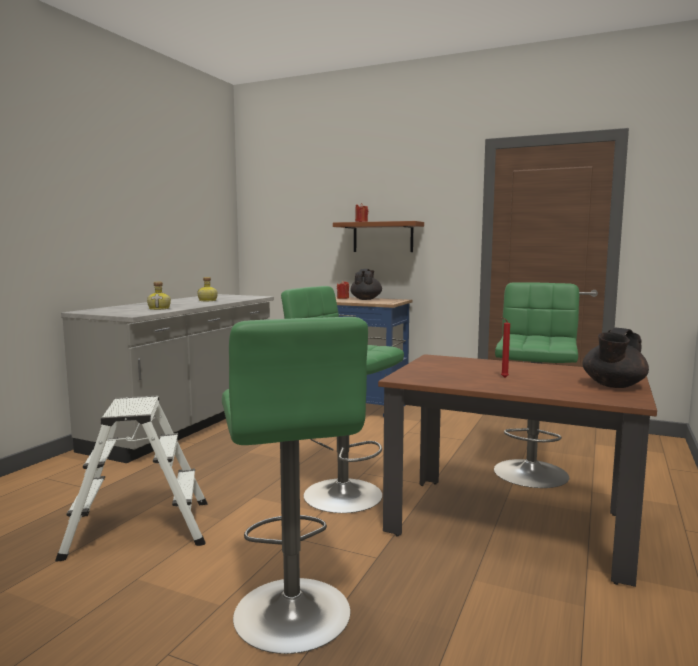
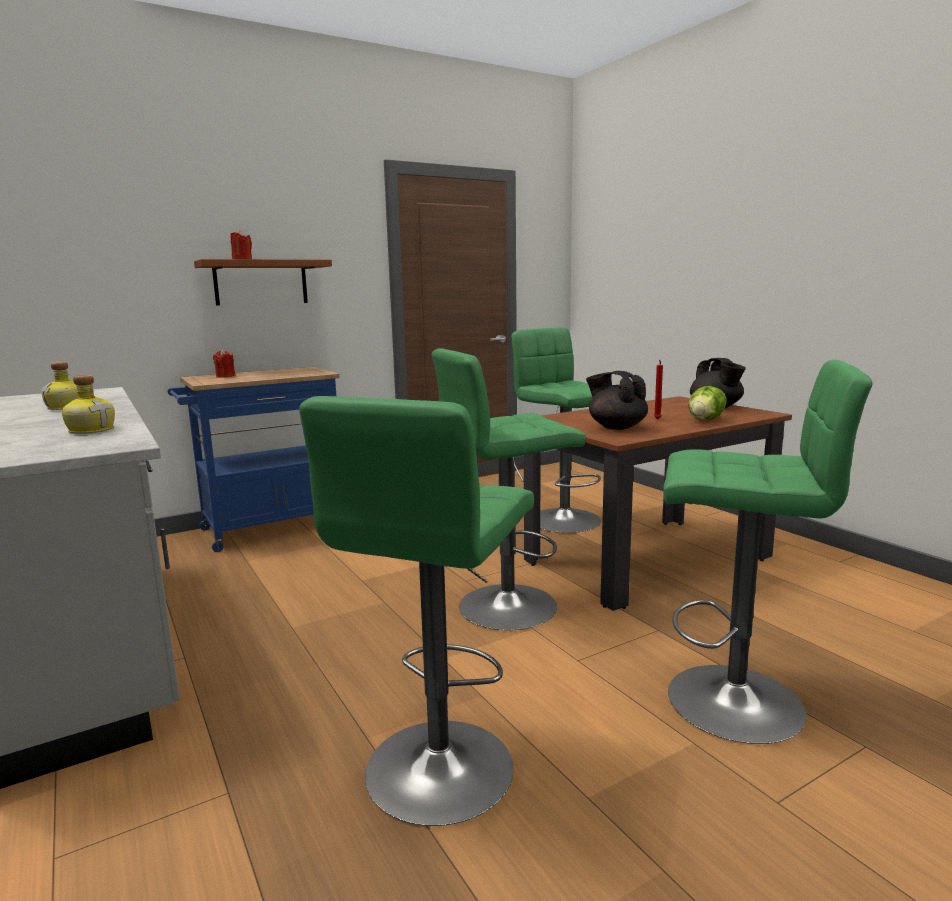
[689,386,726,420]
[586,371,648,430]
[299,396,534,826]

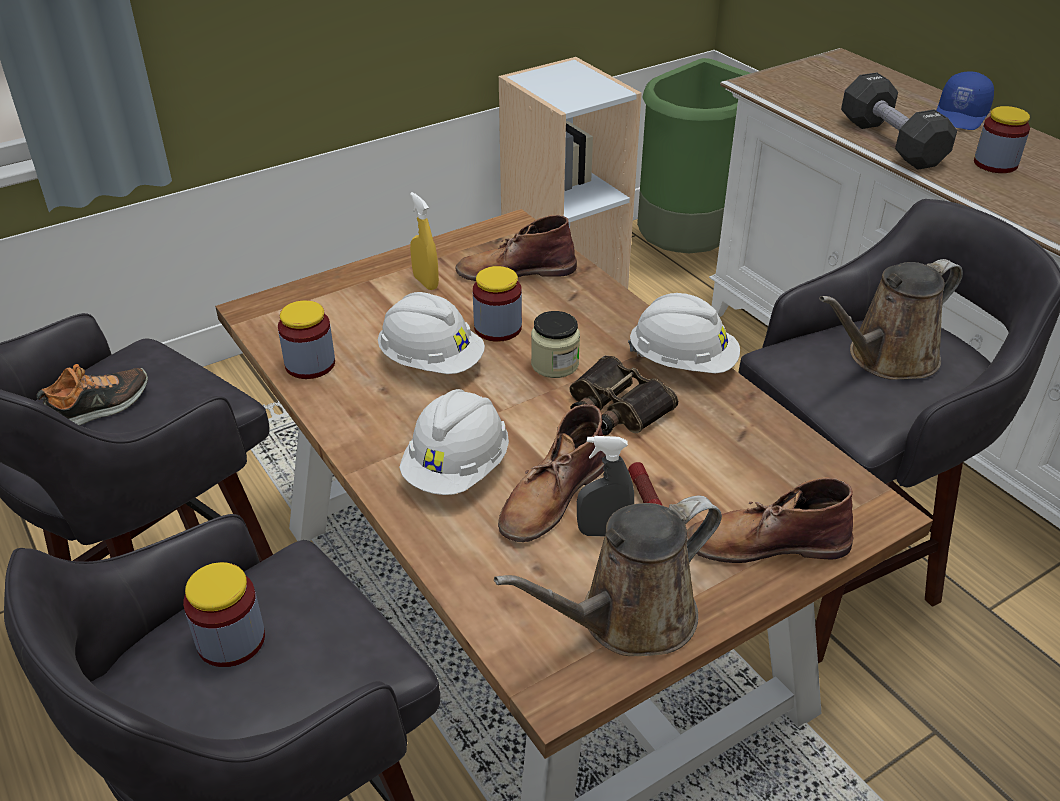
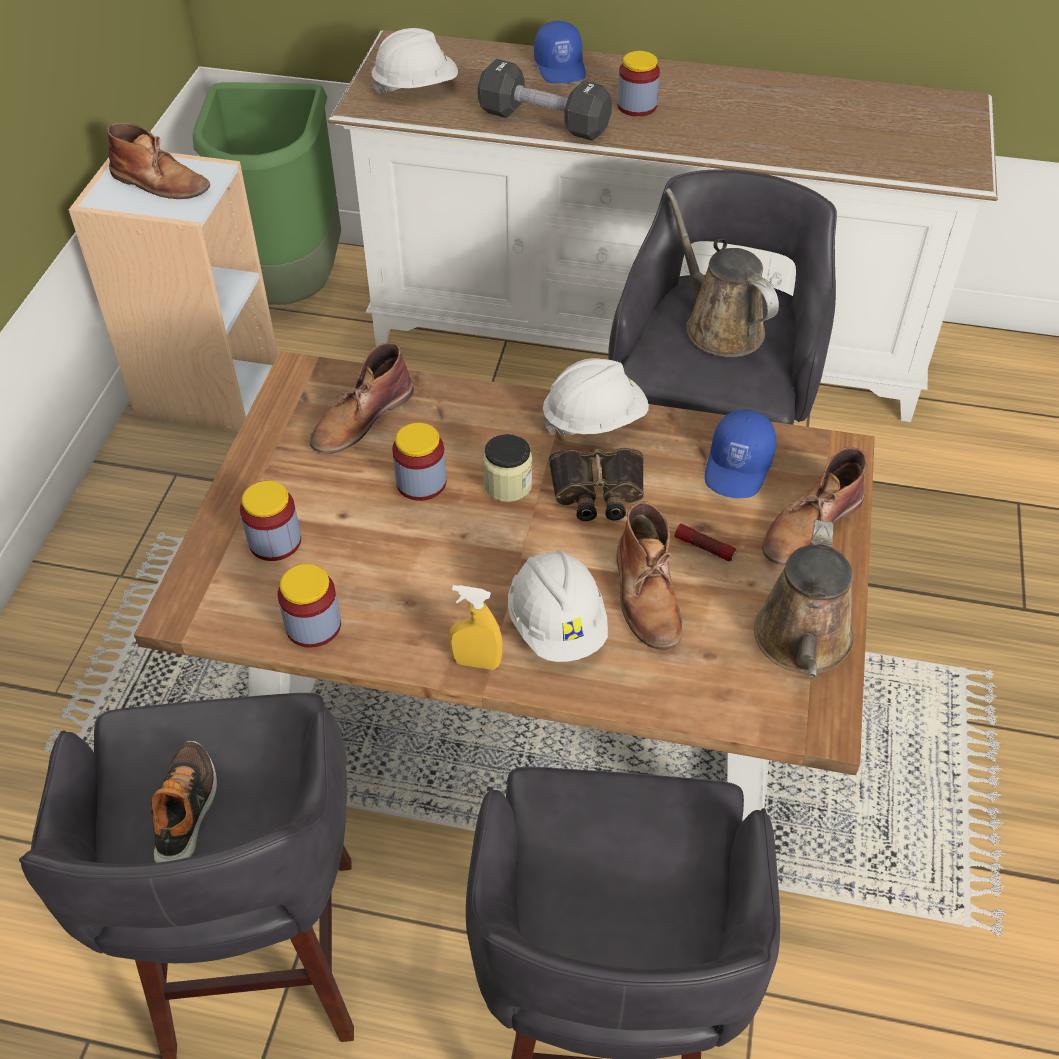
[577,436,634,536] (first image)
[107,122,210,199]
[705,409,776,498]
[240,481,301,561]
[371,28,458,94]
[449,585,503,670]
[665,188,779,357]

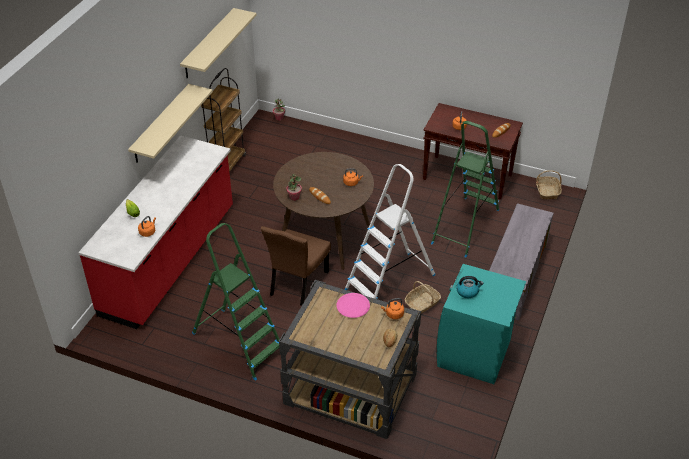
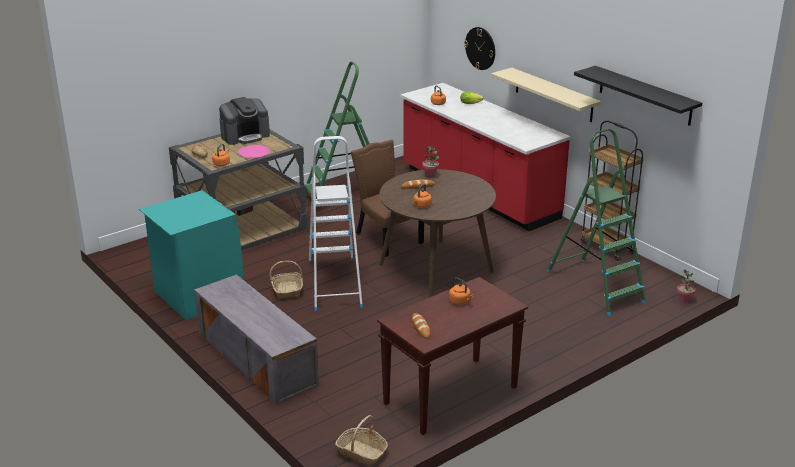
[456,276,483,298] (first image)
[219,97,270,145]
[464,27,495,70]
[547,129,646,316]
[574,66,702,126]

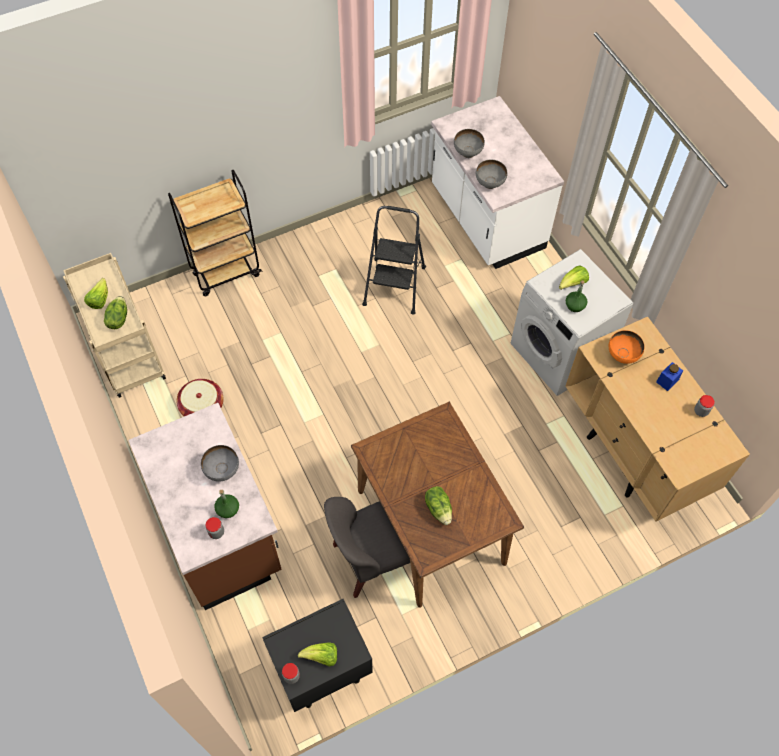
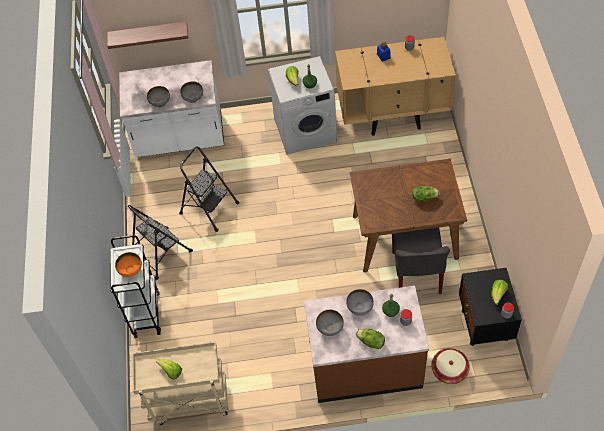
[107,21,188,49]
[128,205,193,280]
[316,310,344,336]
[356,329,385,349]
[431,348,470,384]
[115,252,142,277]
[110,235,161,338]

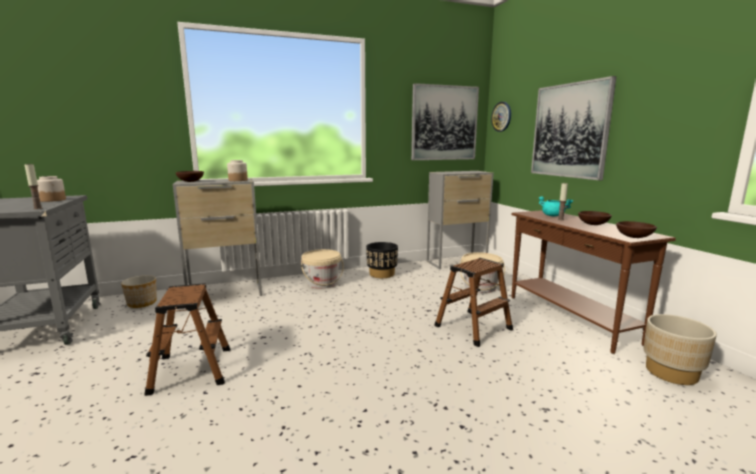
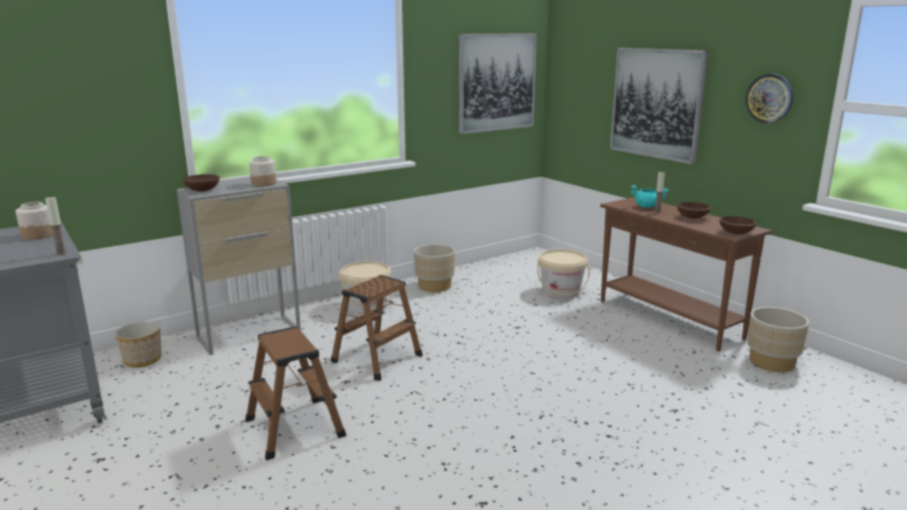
[427,171,493,269] (first image)
[331,275,423,381]
[745,74,793,123]
[414,244,455,292]

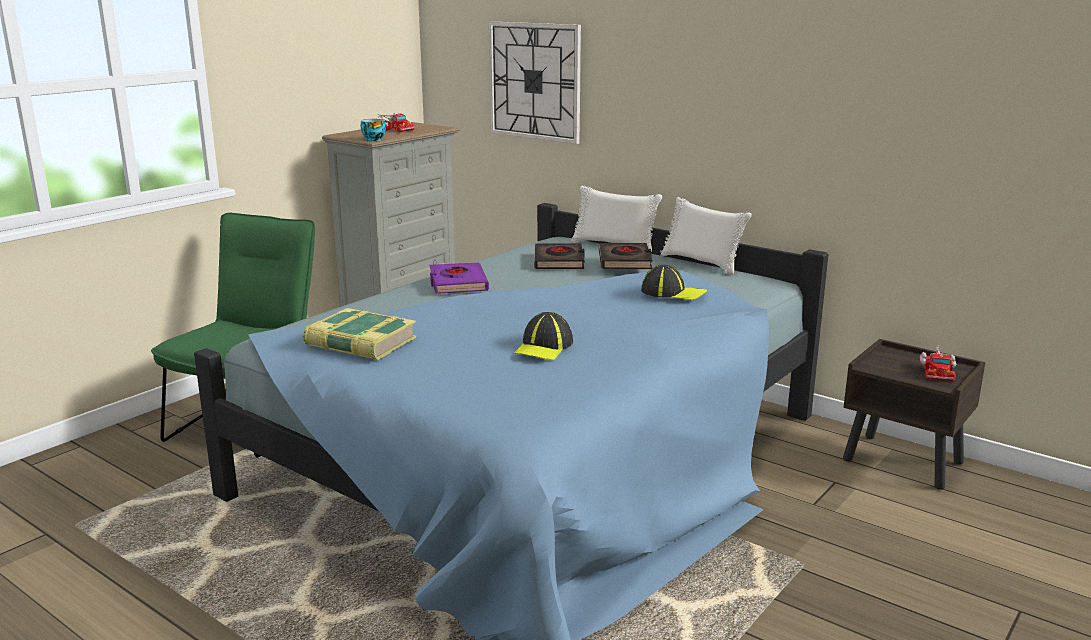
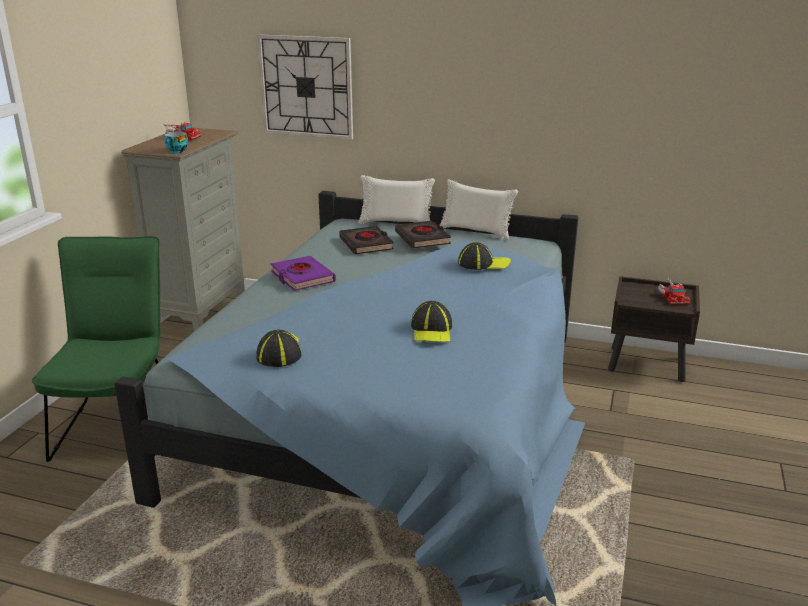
[256,330,301,367]

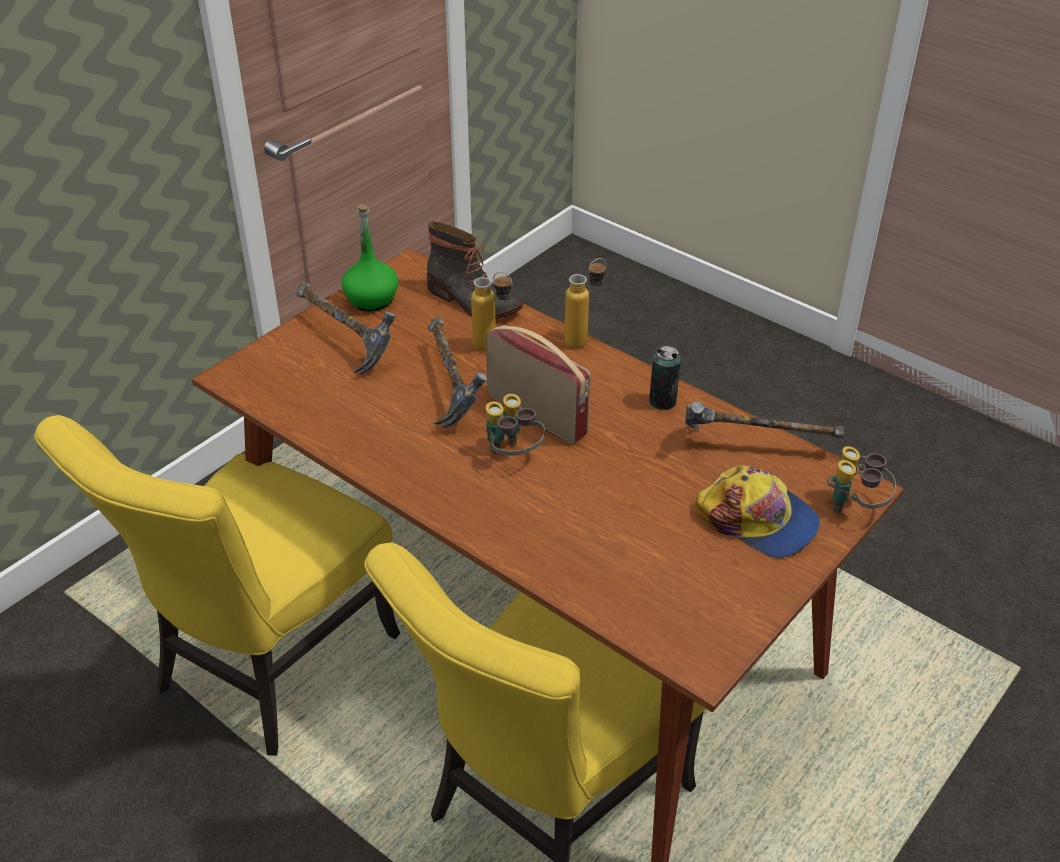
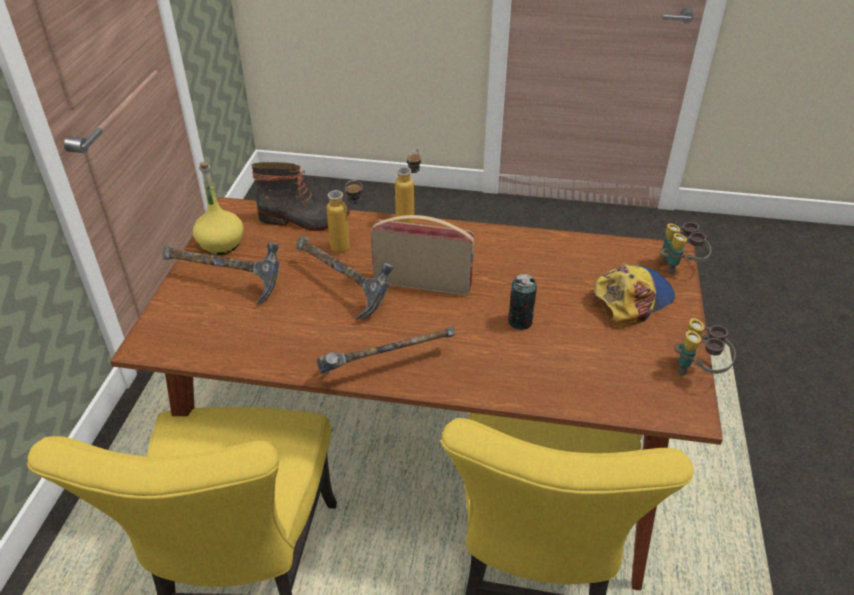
[674,318,736,376]
[508,274,537,330]
[317,327,455,374]
[193,162,243,255]
[594,264,675,327]

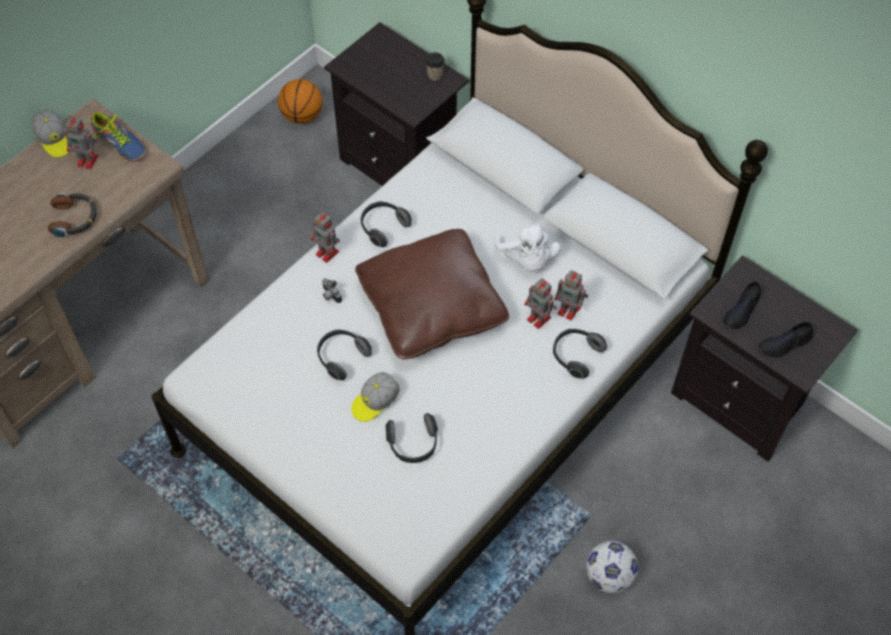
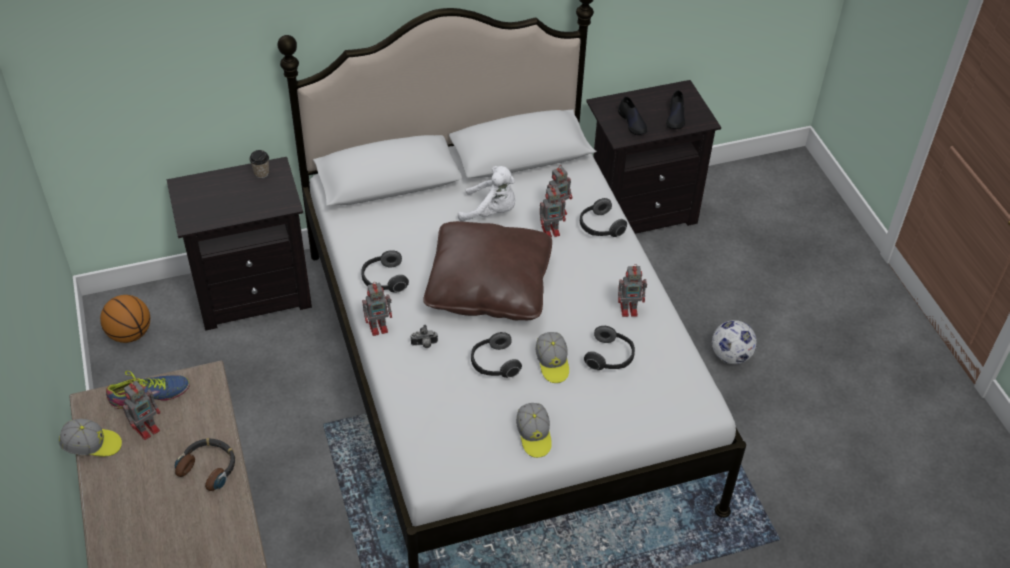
[516,403,552,458]
[618,264,647,317]

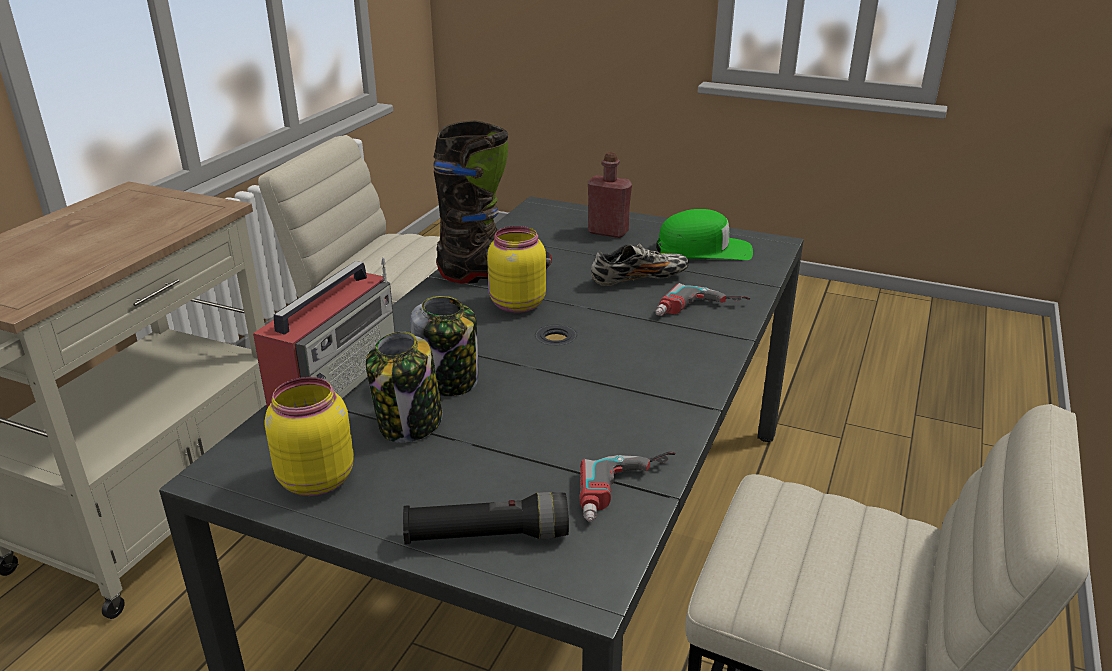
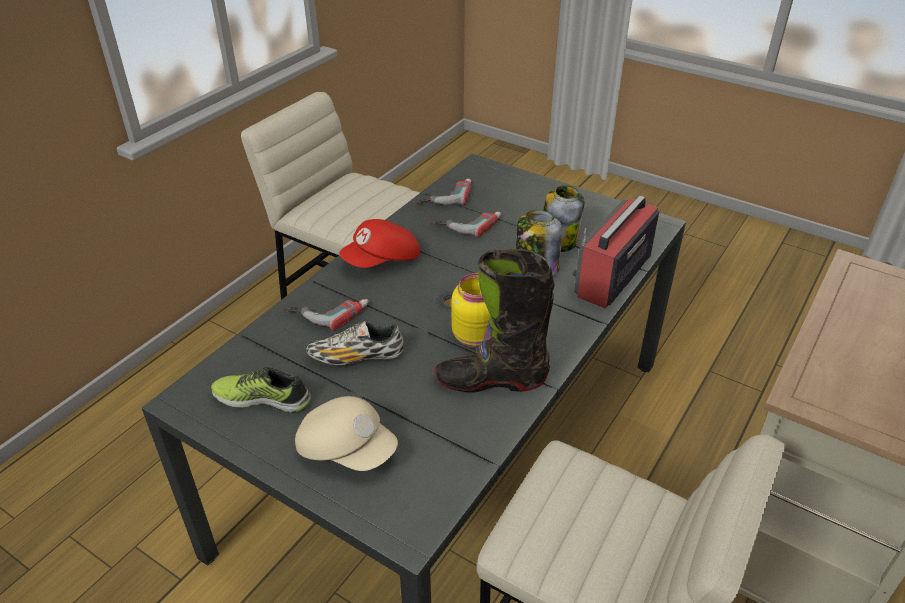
[264,377,354,496] (first image)
[403,492,569,545] (first image)
[339,219,420,268]
[429,212,501,237]
[295,396,398,471]
[211,367,311,412]

